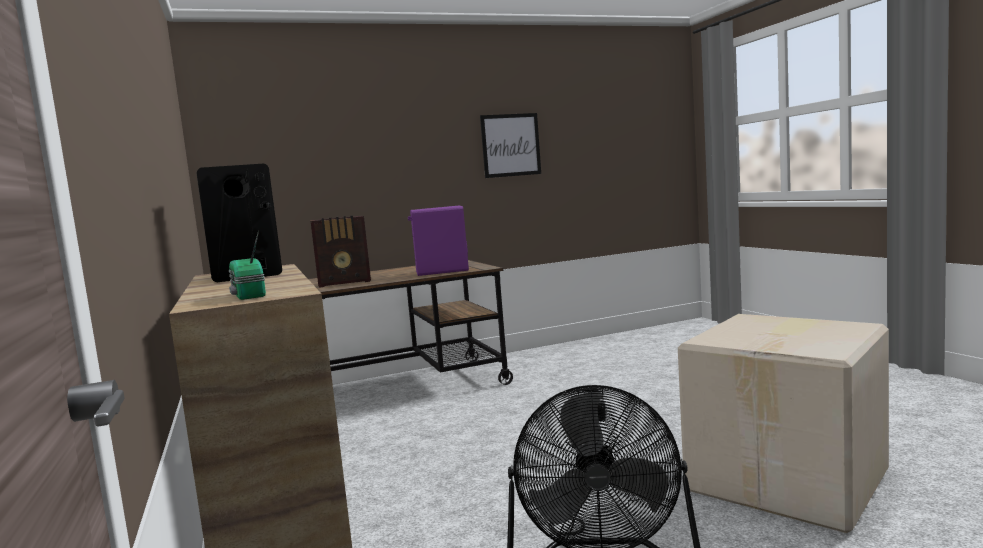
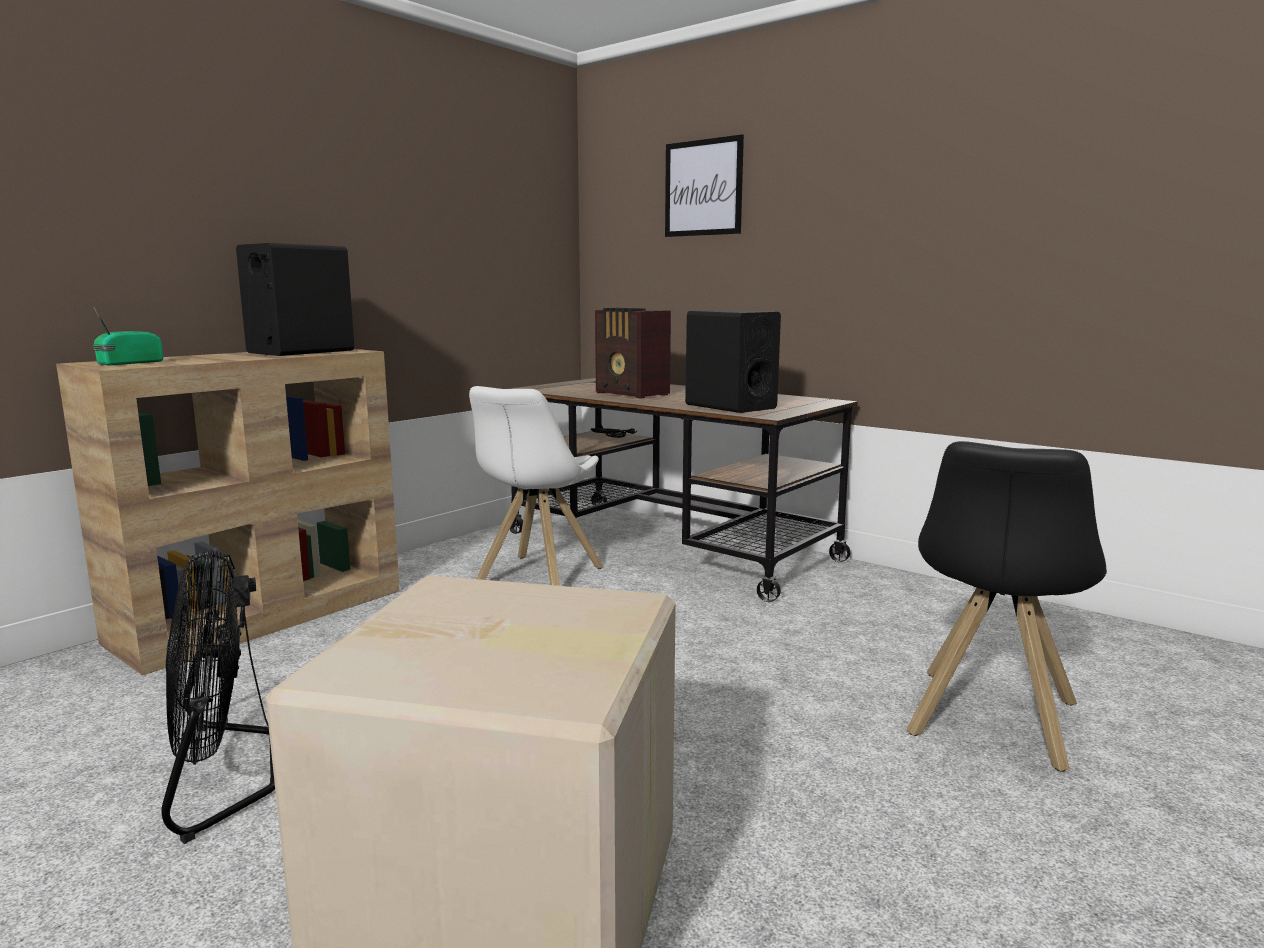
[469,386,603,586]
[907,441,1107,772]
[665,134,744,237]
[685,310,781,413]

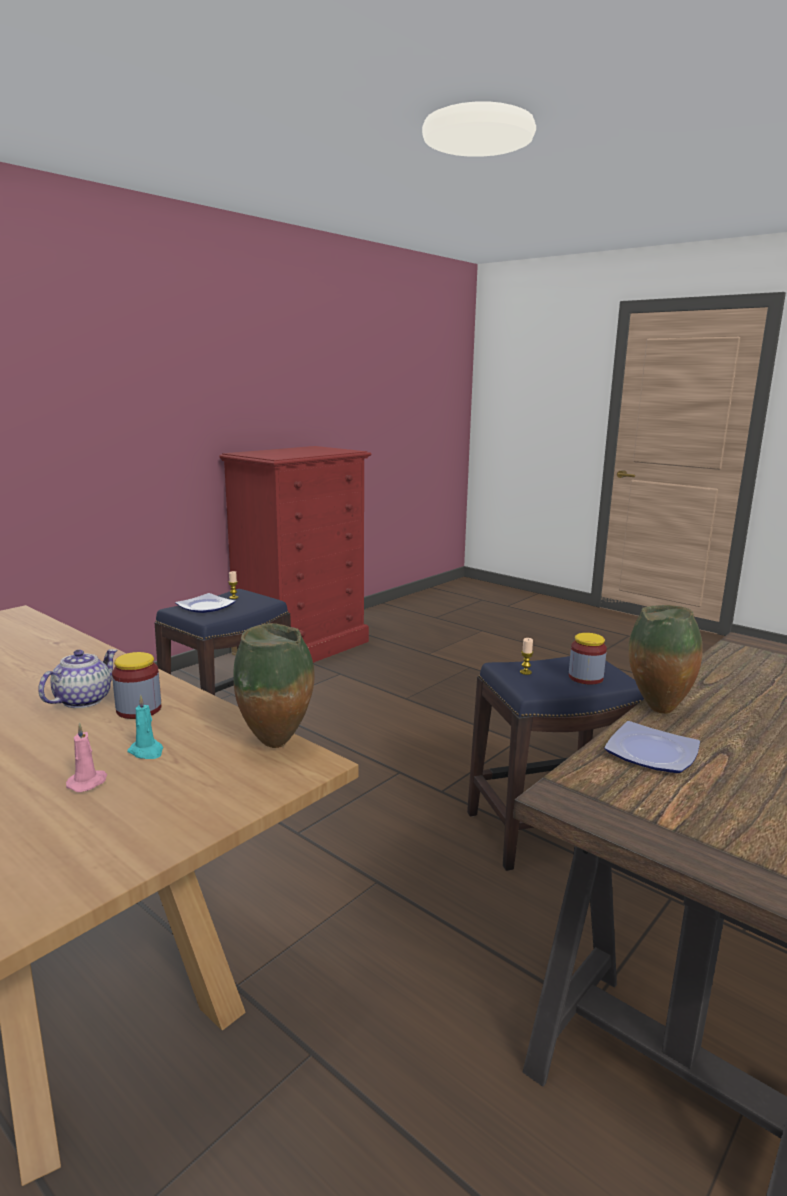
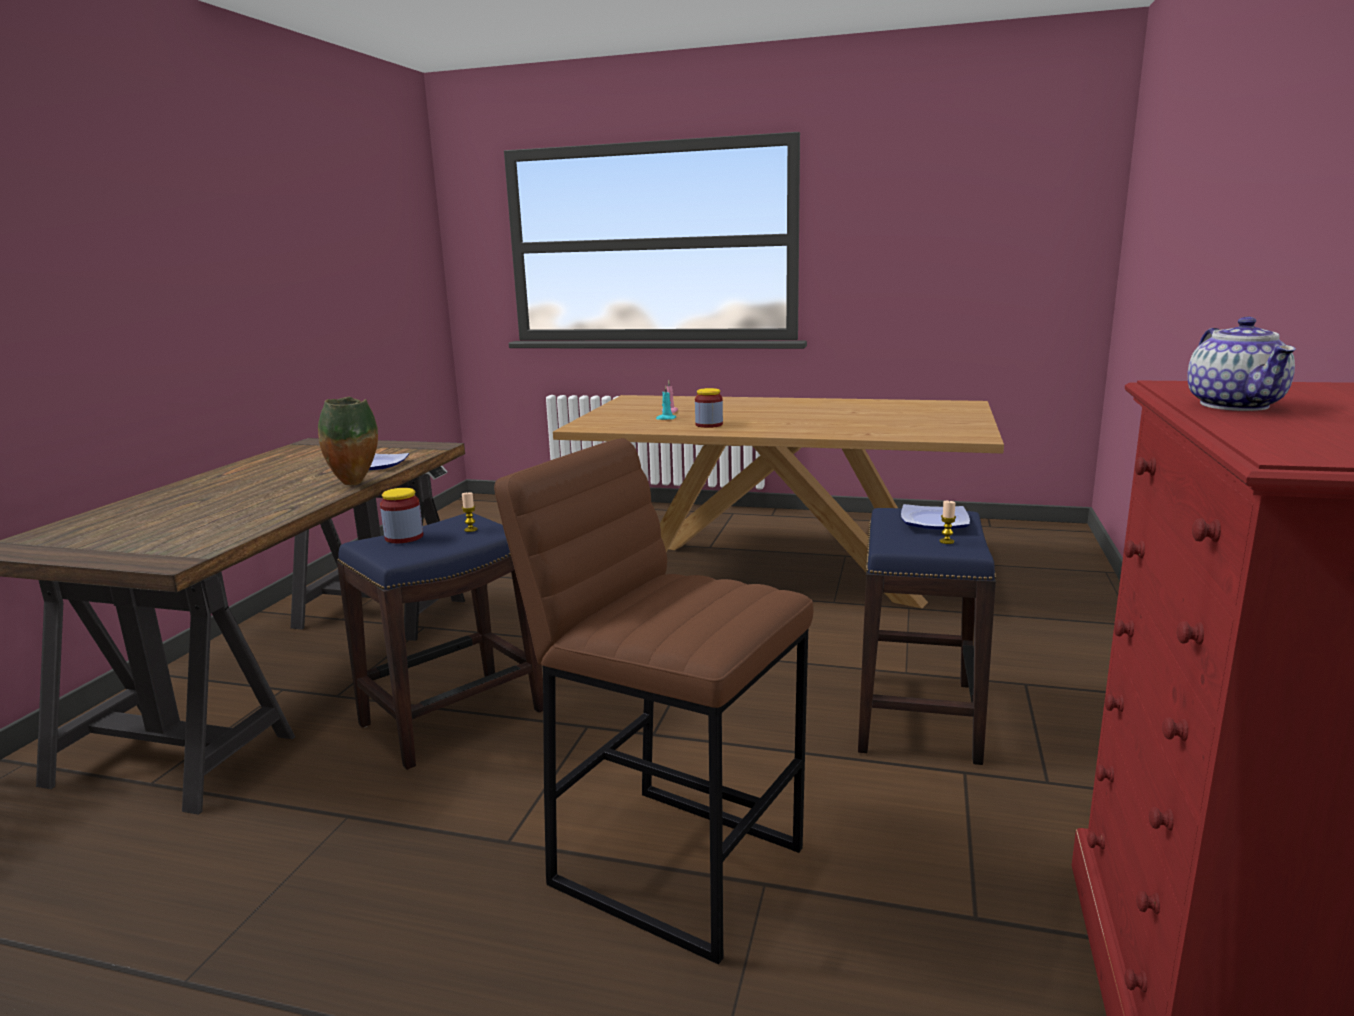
[233,623,315,748] (first image)
[494,438,813,964]
[1187,317,1296,411]

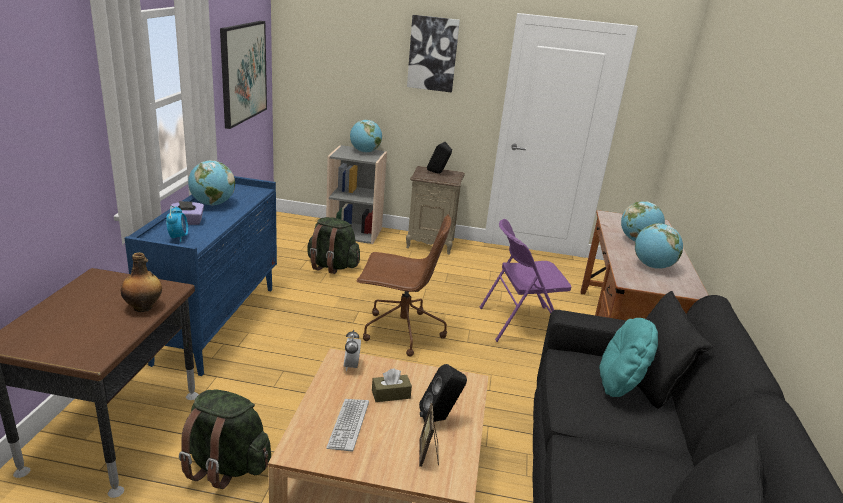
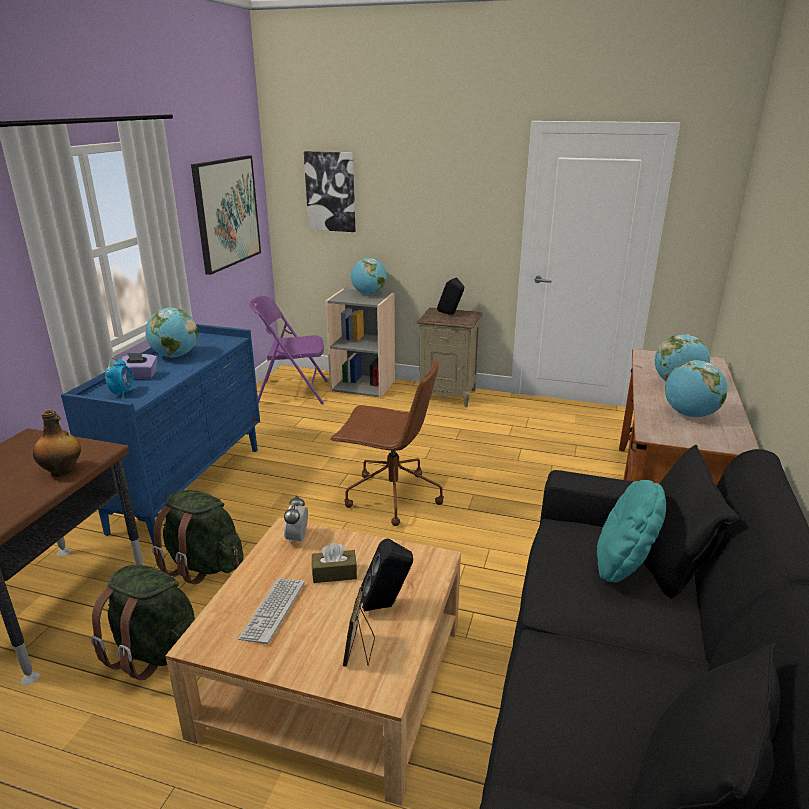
[152,490,244,584]
[304,151,355,232]
[249,296,328,404]

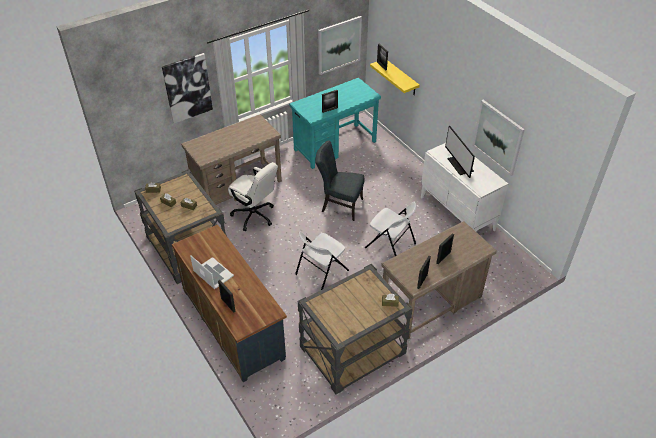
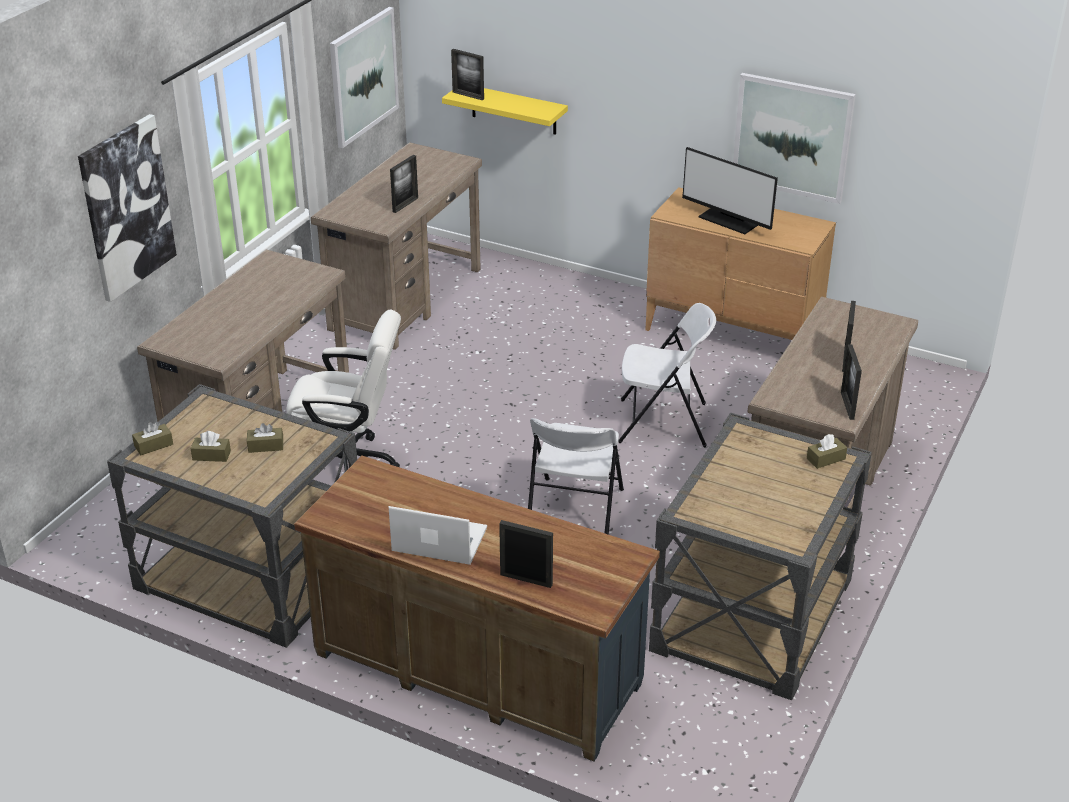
[315,140,364,221] (first image)
[311,142,482,350]
[645,187,836,340]

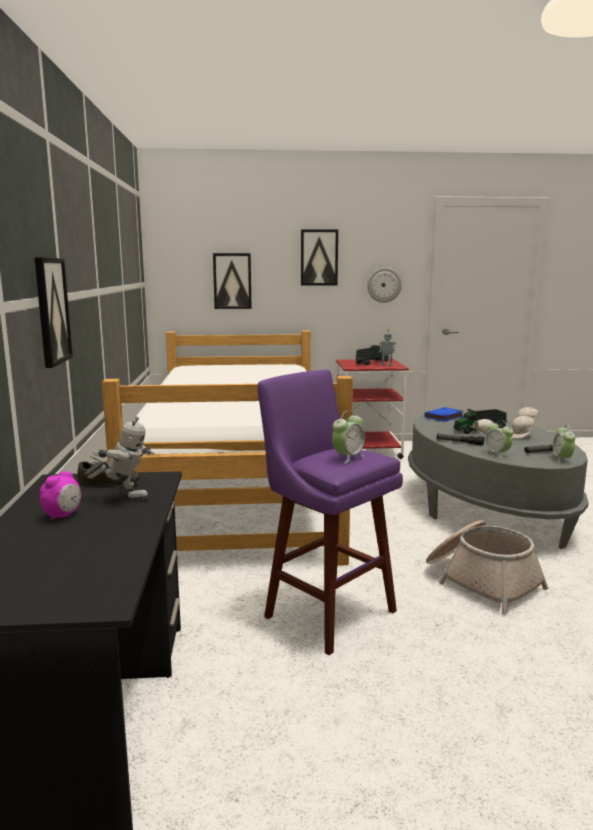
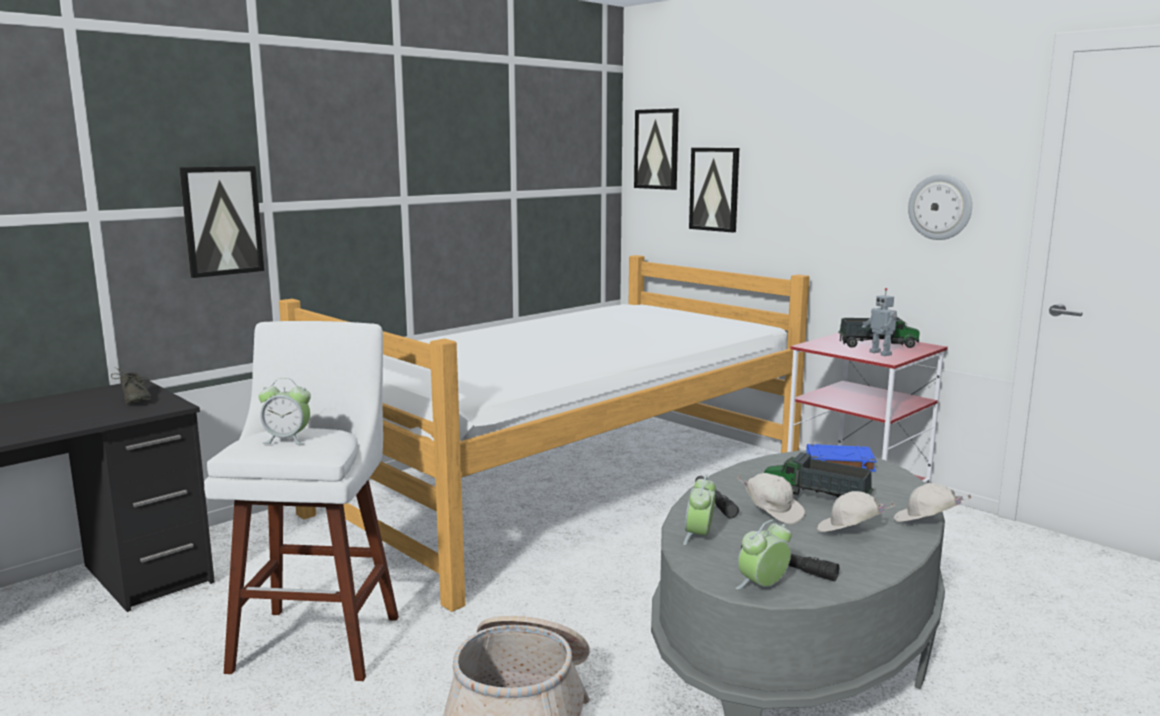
[40,471,81,520] (first image)
[85,416,154,501] (first image)
[634,109,679,190]
[204,321,399,681]

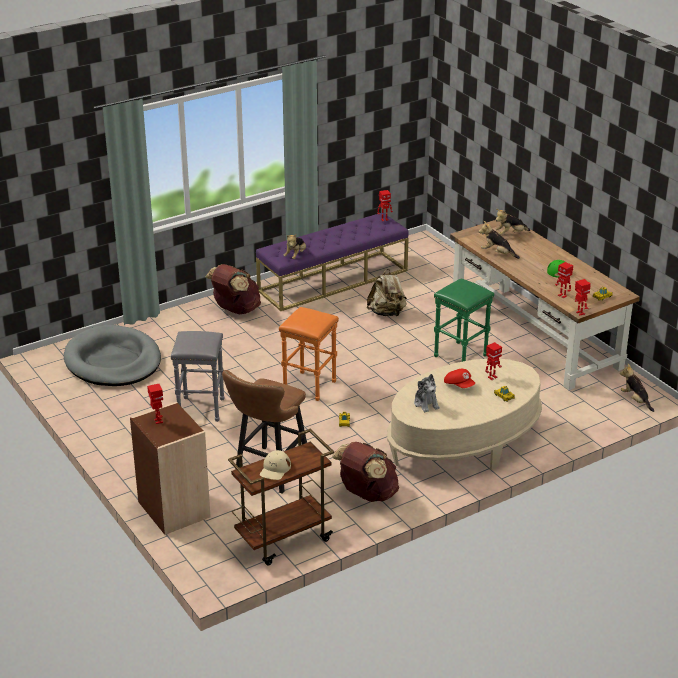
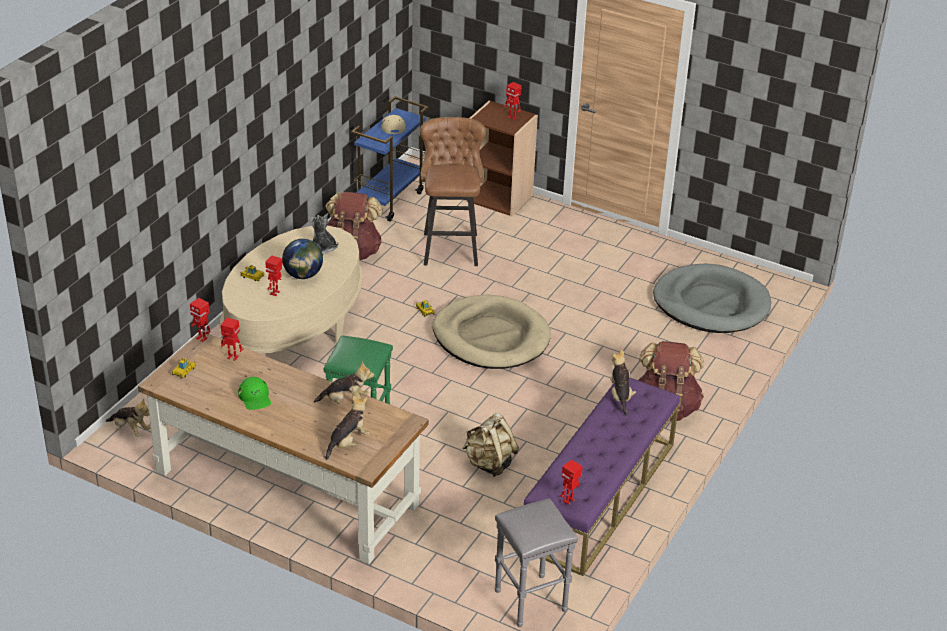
[495,498,578,627]
[432,294,551,369]
[282,239,323,279]
[351,96,428,222]

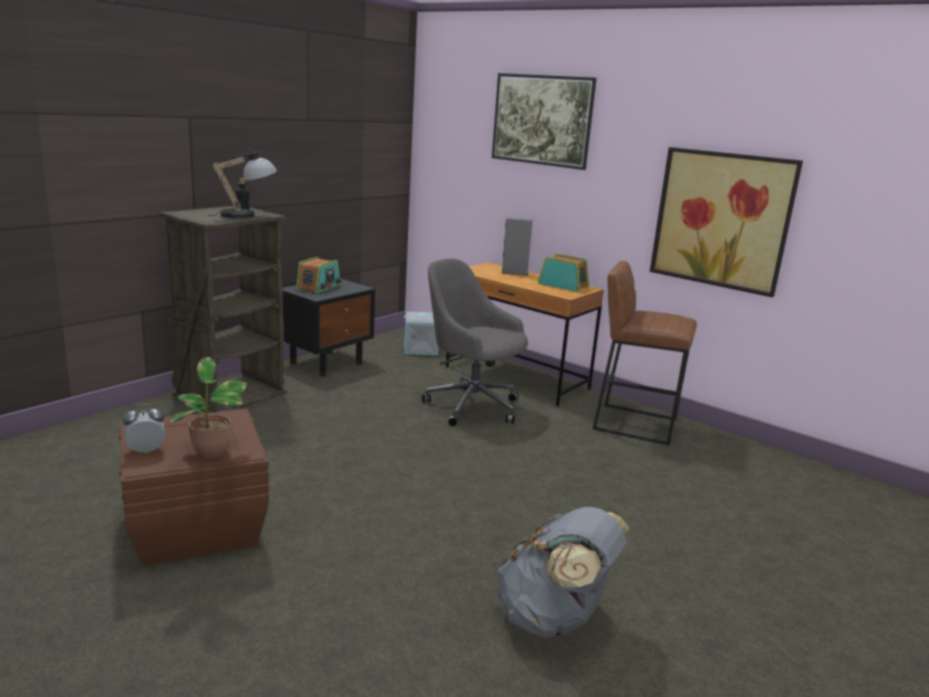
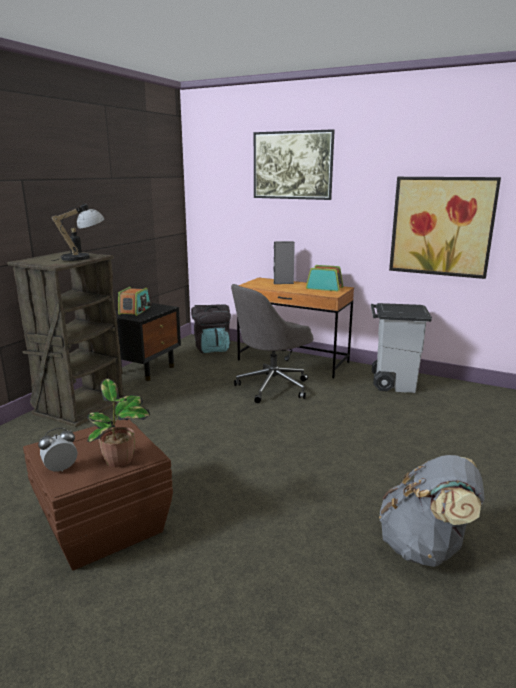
[191,304,231,353]
[371,303,432,393]
[231,284,313,403]

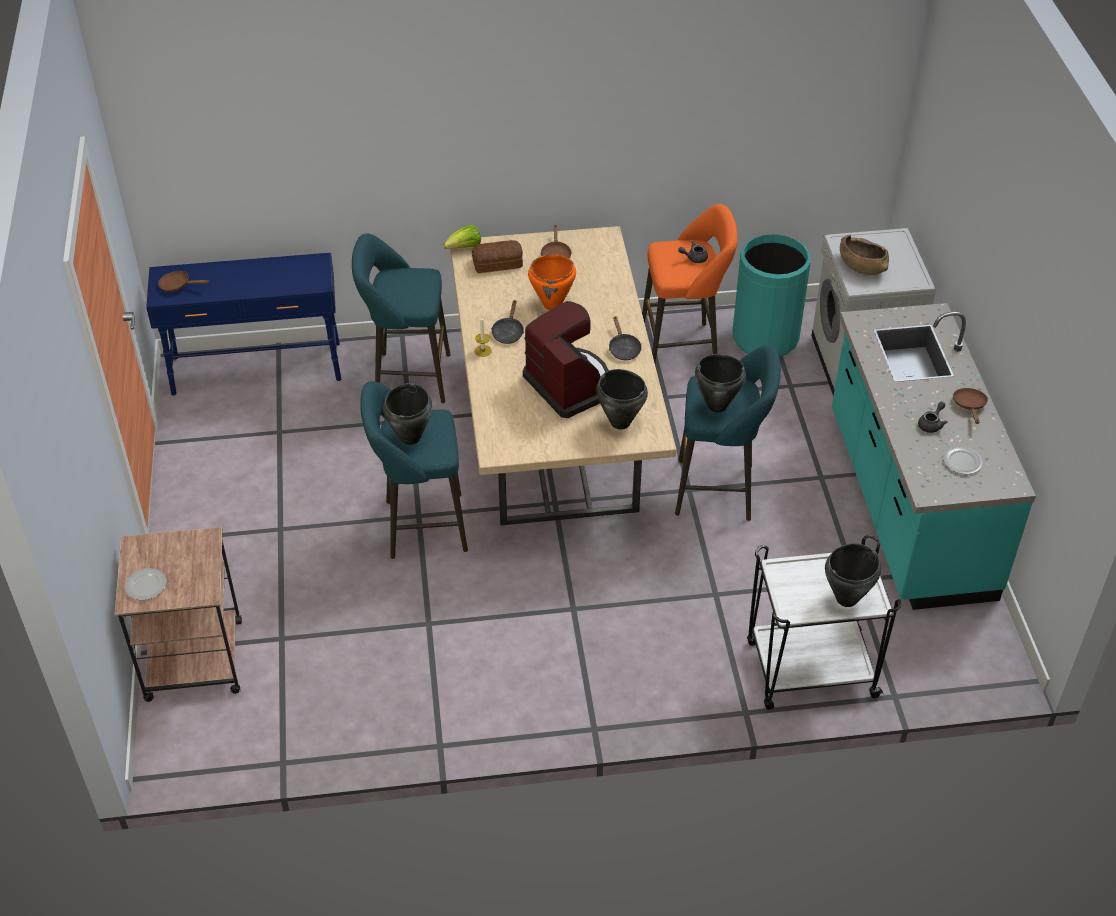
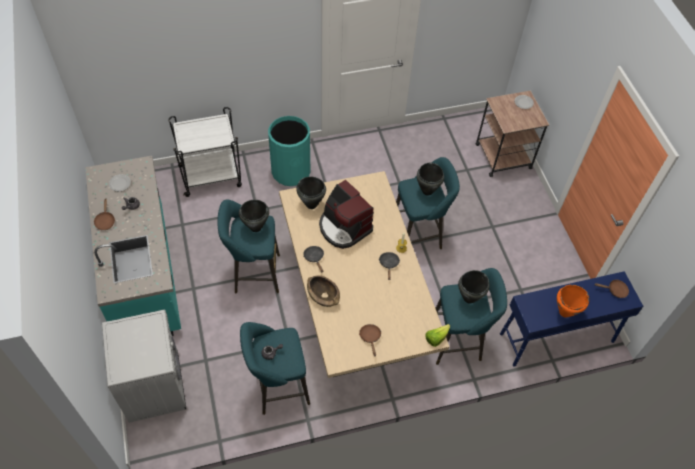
[472,240,523,273] (first image)
[557,285,589,318]
[268,116,310,186]
[458,270,490,304]
[307,275,340,307]
[240,322,310,415]

